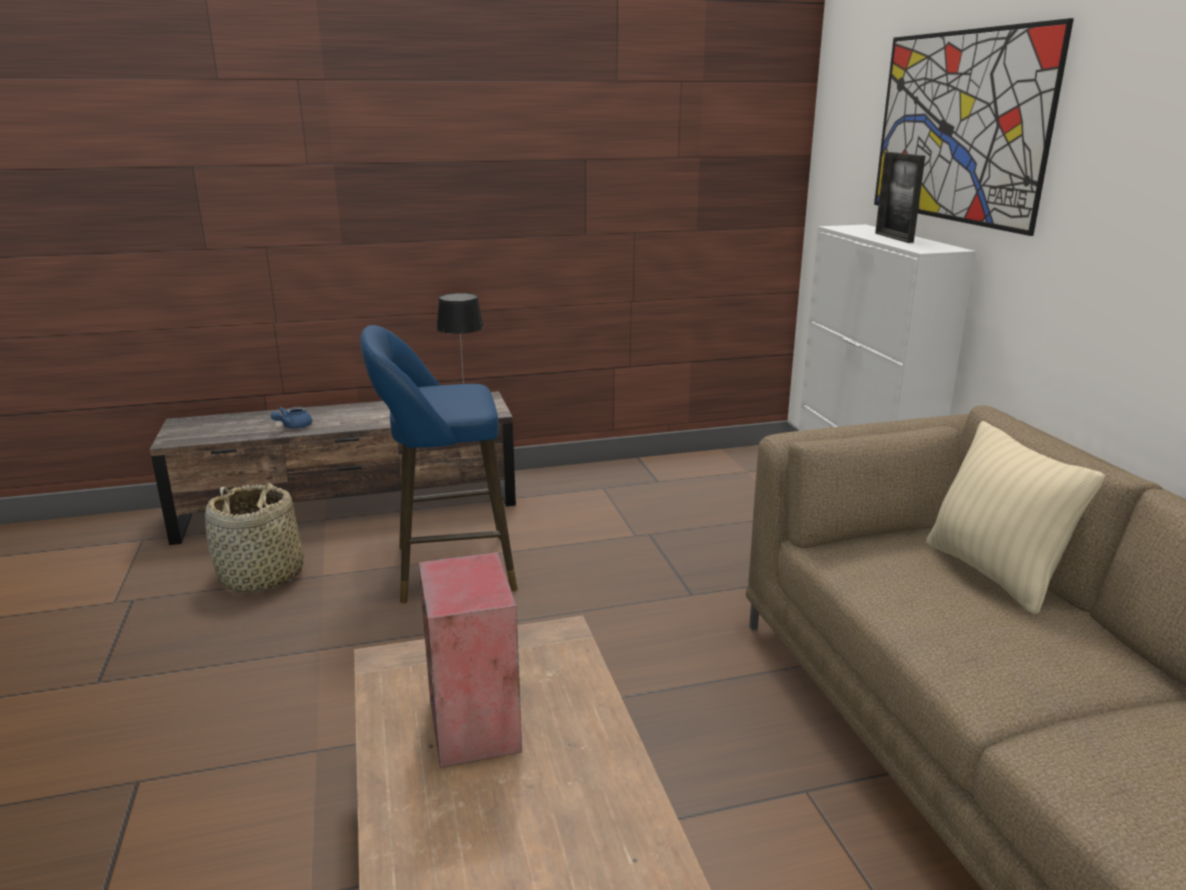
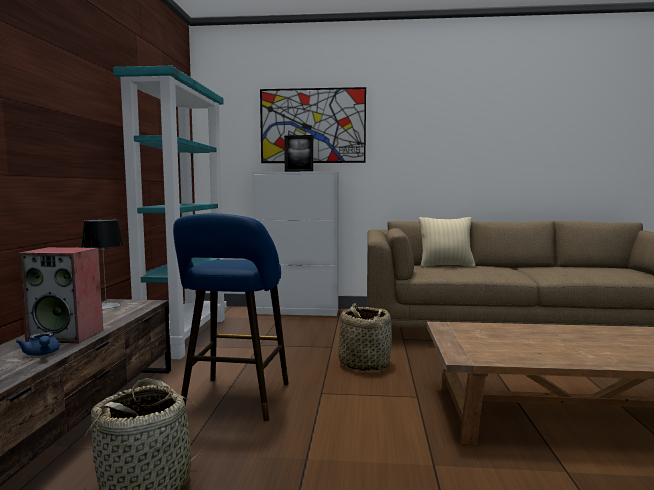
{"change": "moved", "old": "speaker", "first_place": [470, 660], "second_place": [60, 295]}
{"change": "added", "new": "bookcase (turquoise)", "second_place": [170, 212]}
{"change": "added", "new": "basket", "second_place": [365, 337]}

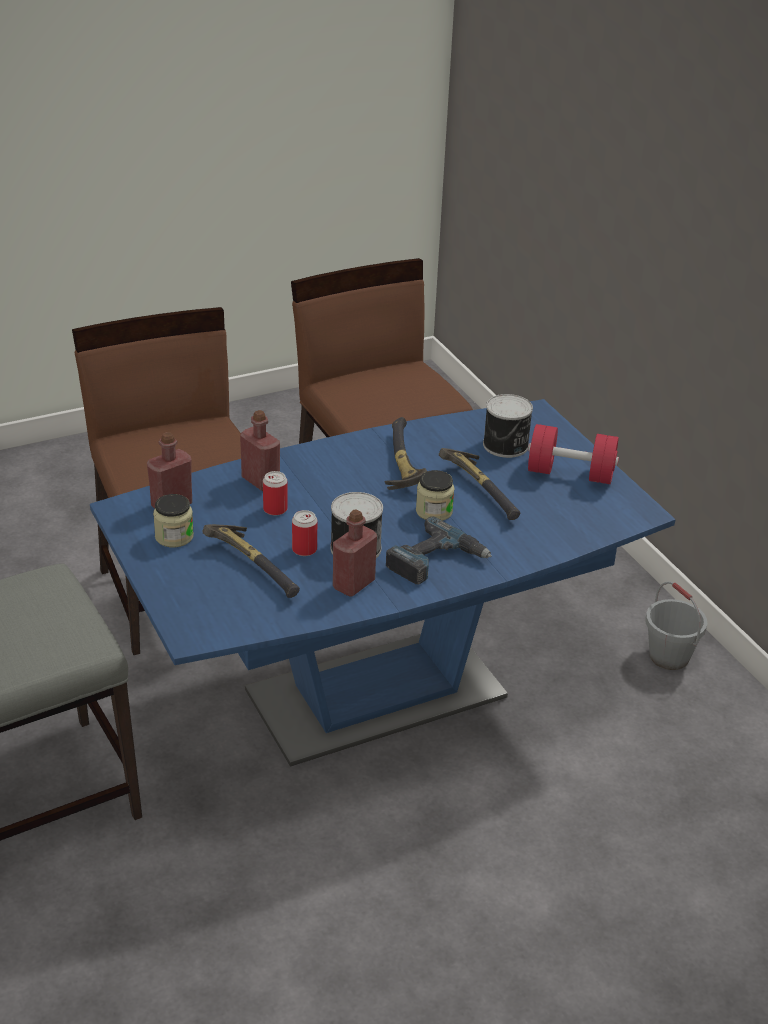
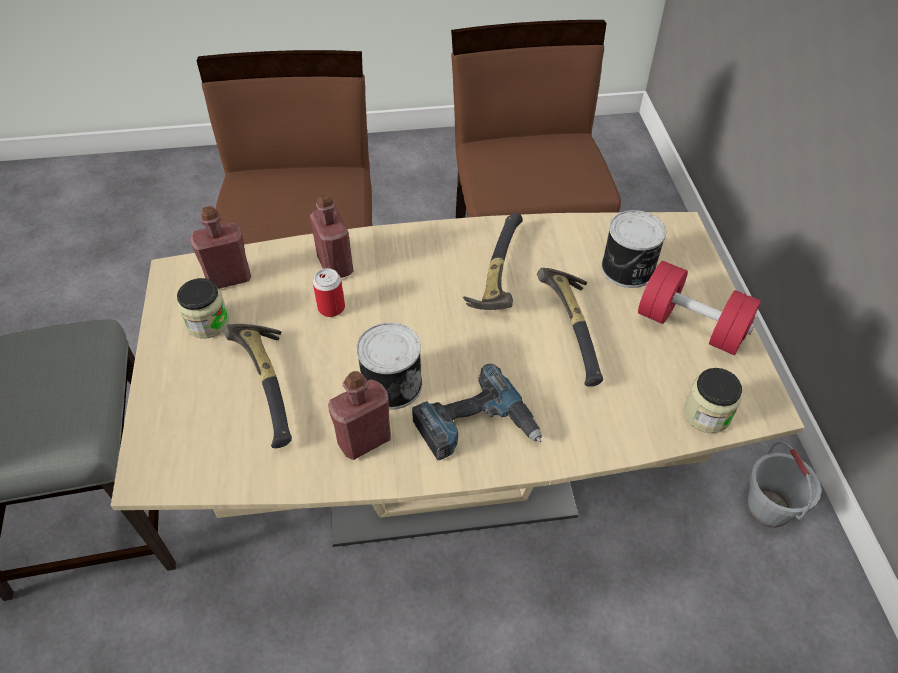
{"change": "recoloured", "old": "dining table (blue)", "new": "dining table (beige)", "first_place": [383, 583], "second_place": [458, 379]}
{"change": "moved", "old": "jar", "first_place": [435, 495], "second_place": [713, 400]}
{"change": "removed", "old": "can", "first_place": [304, 533]}

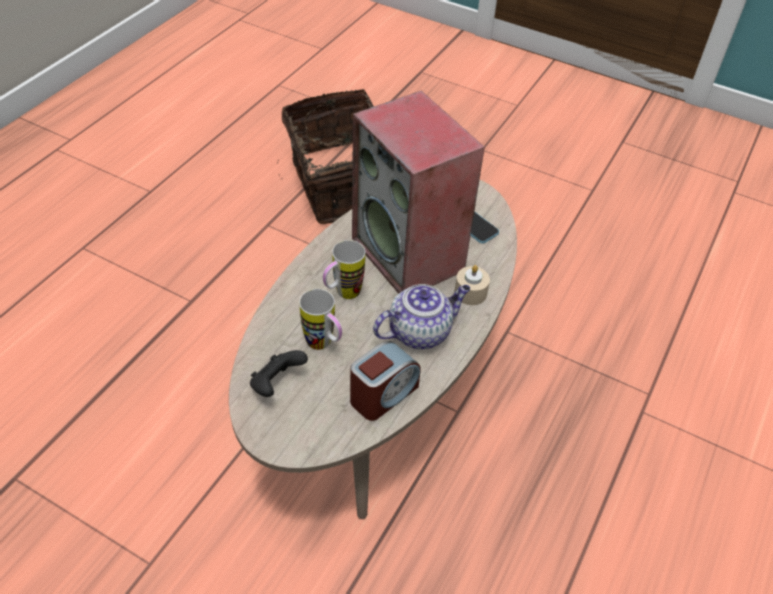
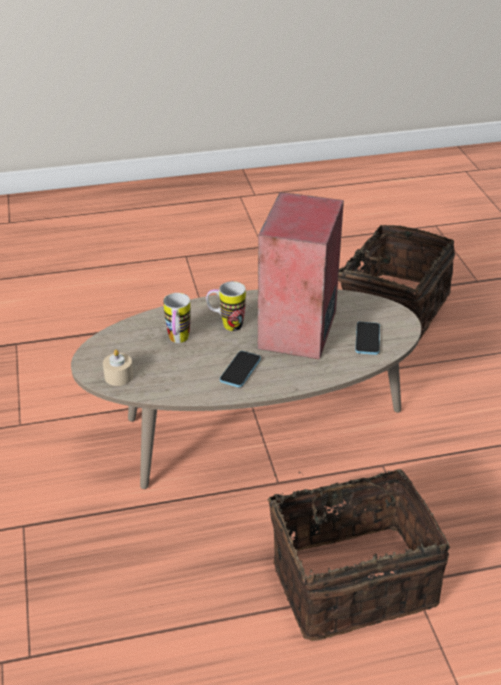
{"change": "moved", "old": "candle (beige)", "first_place": [472, 285], "second_place": [118, 367]}
{"change": "replaced", "old": "teapot", "new": "phone", "first_place": [421, 316], "second_place": [240, 369]}
{"change": "removed", "old": "alarm clock", "first_place": [385, 381]}
{"change": "removed", "old": "game controller (black)", "first_place": [279, 373]}
{"change": "added", "new": "basket", "second_place": [359, 555]}

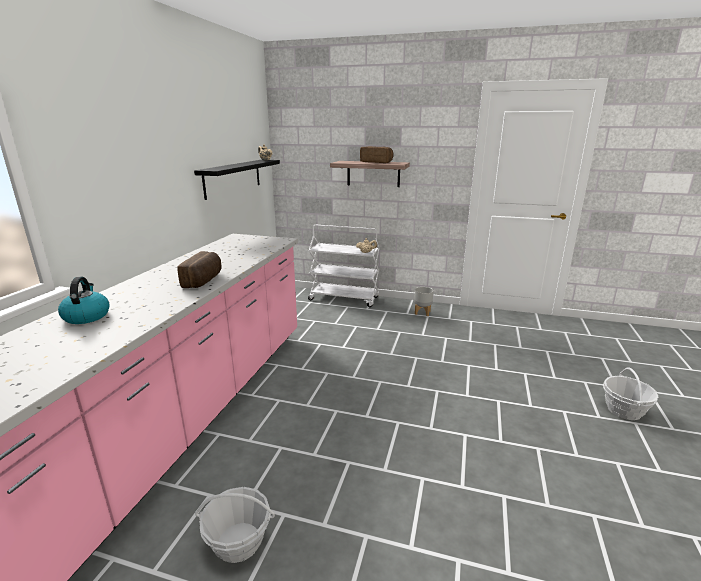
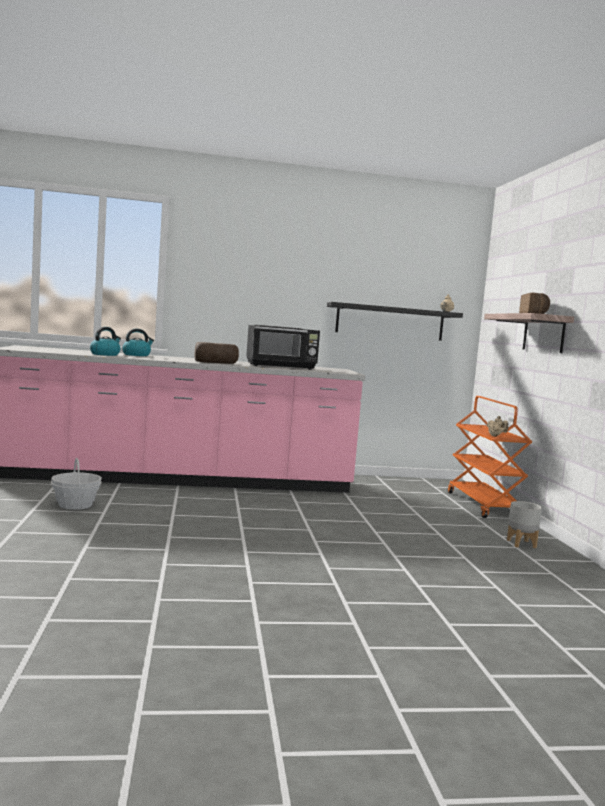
{"change": "recoloured", "old": "cart (white)", "new": "cart (orange)", "first_place": [344, 266], "second_place": [490, 457]}
{"change": "removed", "old": "basket", "first_place": [630, 394]}
{"change": "added", "new": "microwave (black)", "second_place": [283, 347]}
{"change": "added", "new": "kettle", "second_place": [105, 341]}

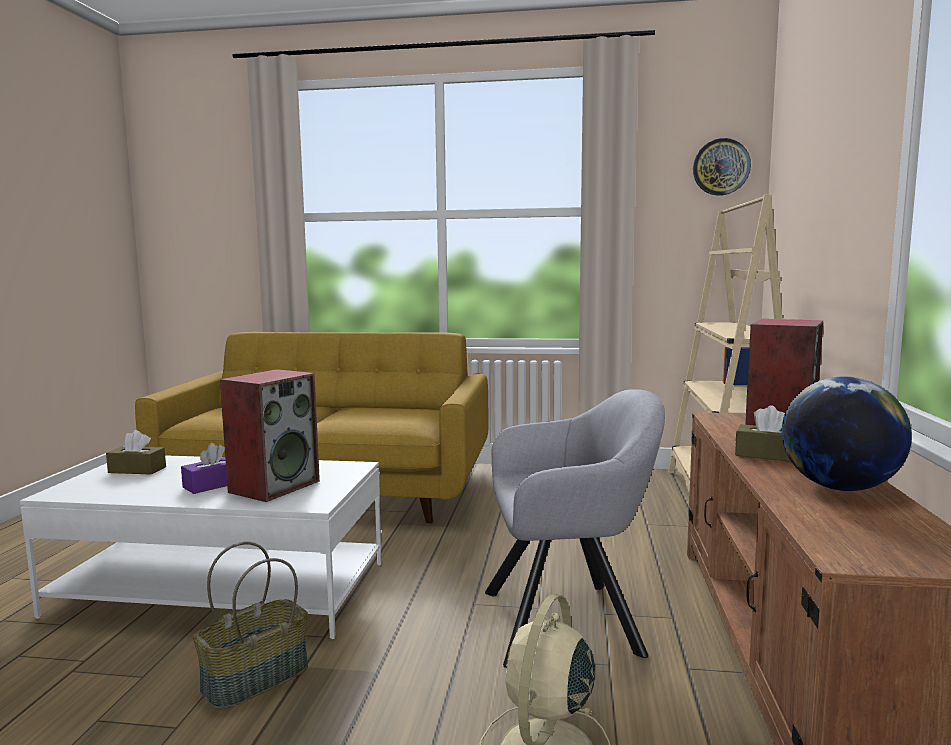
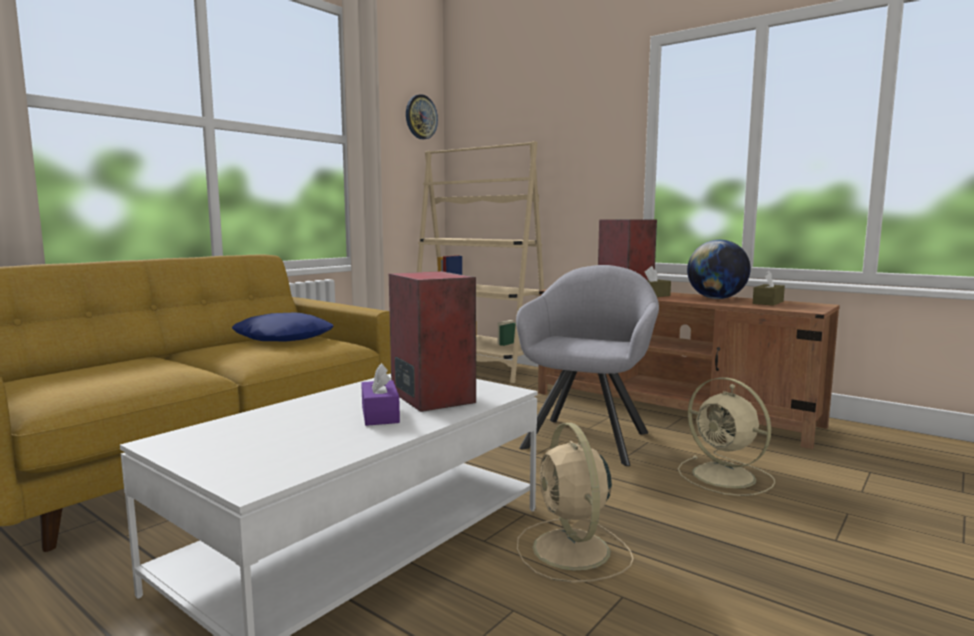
{"change": "moved", "old": "tissue box (brown)", "first_place": [136, 452], "second_place": [769, 288]}
{"change": "replaced", "old": "basket", "new": "fan (beige)", "first_place": [250, 625], "second_place": [575, 503]}
{"change": "added", "new": "pillow (blue)", "second_place": [283, 327]}

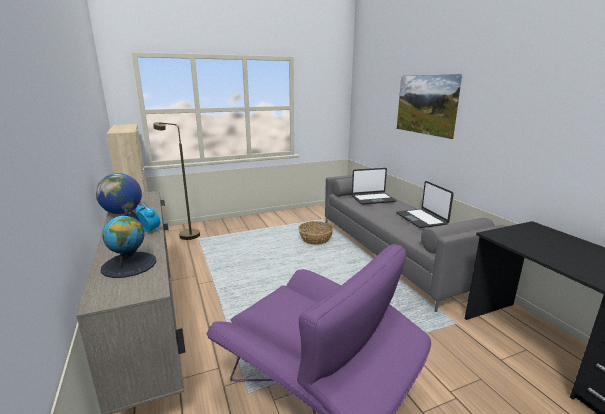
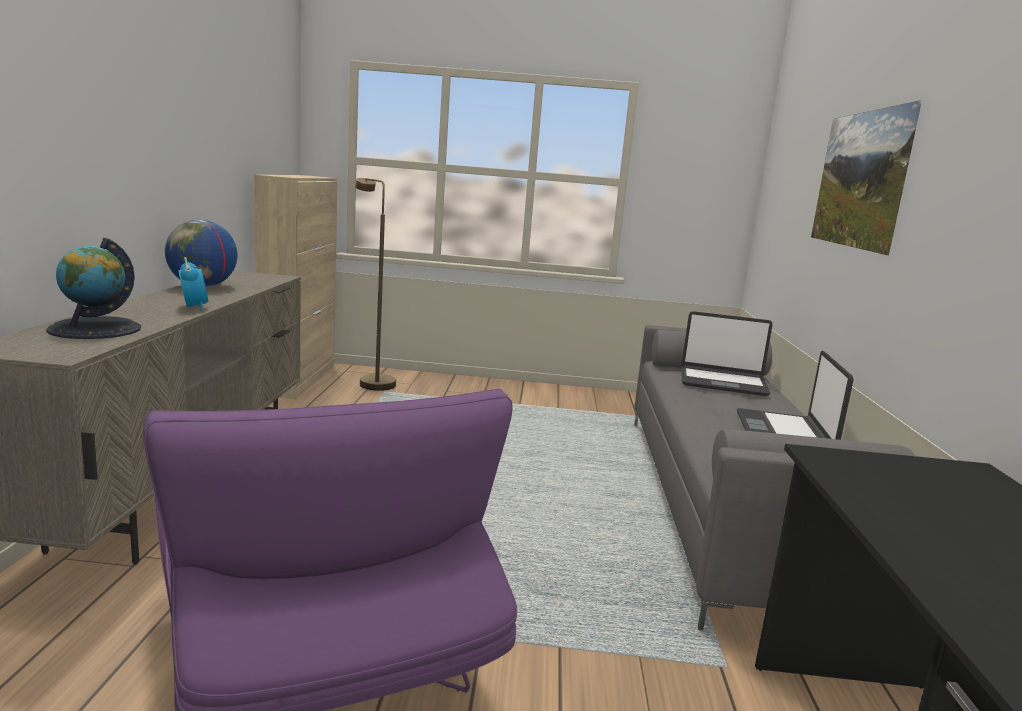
{"change": "removed", "old": "basket", "first_place": [316, 233]}

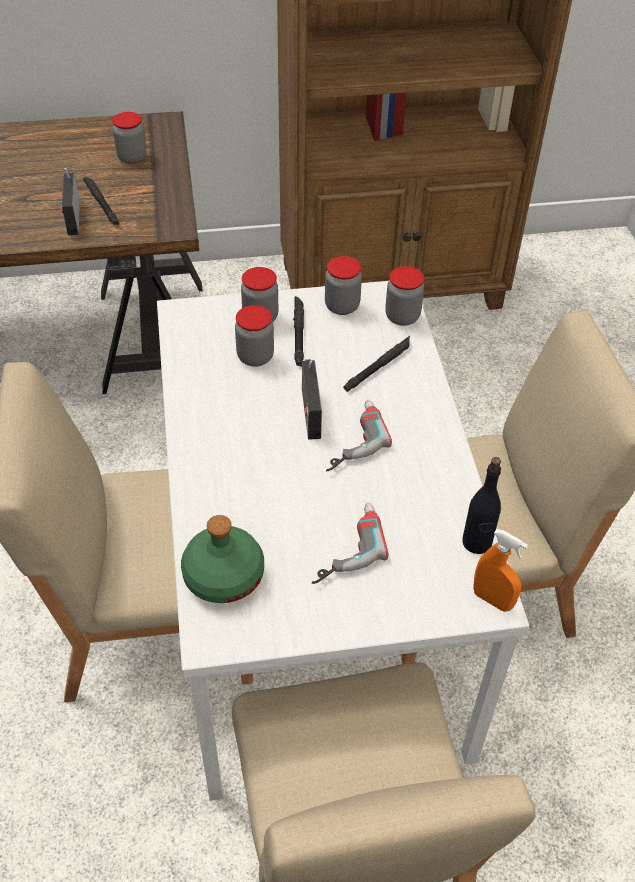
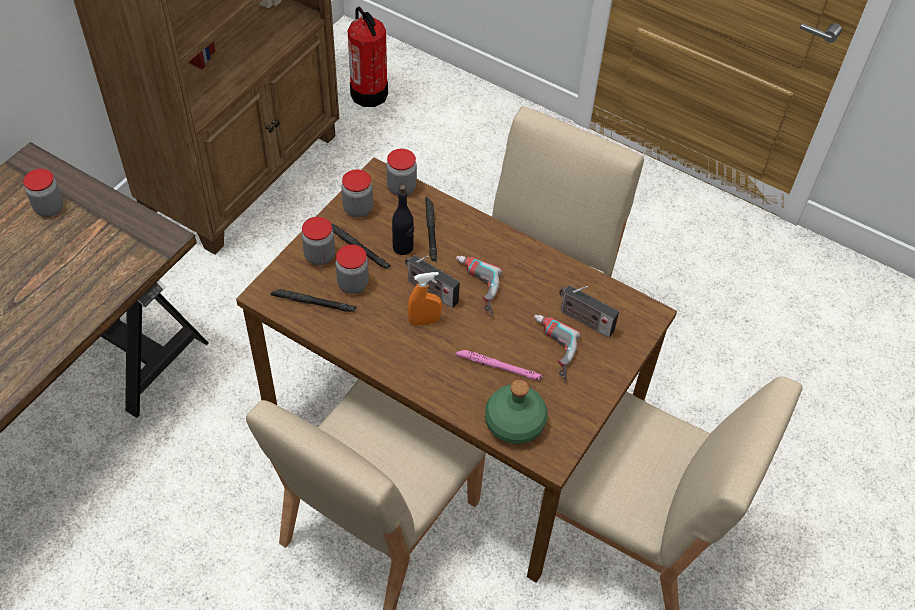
{"change": "moved", "old": "radio", "first_place": [70, 201], "second_place": [589, 311]}
{"change": "moved", "old": "flashlight (black)", "first_place": [101, 201], "second_place": [313, 300]}
{"change": "recoloured", "old": "dining table (white)", "new": "dining table (brown)", "first_place": [343, 540], "second_place": [456, 370]}
{"change": "moved", "old": "bottle (black)", "first_place": [482, 505], "second_place": [403, 220]}
{"change": "moved", "old": "spray bottle (orange)", "first_place": [500, 570], "second_place": [424, 299]}
{"change": "added", "new": "fire extinguisher", "second_place": [367, 57]}
{"change": "added", "new": "flashlight (pink)", "second_place": [499, 365]}

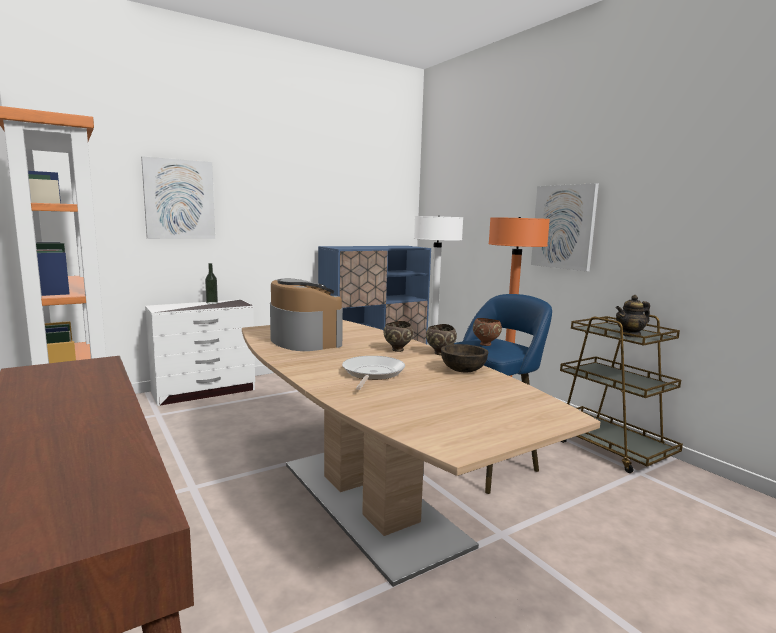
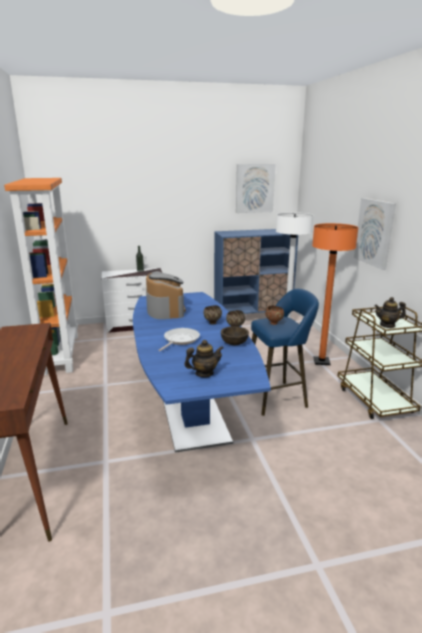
{"change": "moved", "old": "picture", "first_place": [178, 197], "second_place": [255, 188]}
{"change": "recoloured", "old": "dining table (brown)", "new": "dining table (blue)", "first_place": [421, 453], "second_place": [202, 372]}
{"change": "added", "new": "teapot", "second_place": [203, 358]}

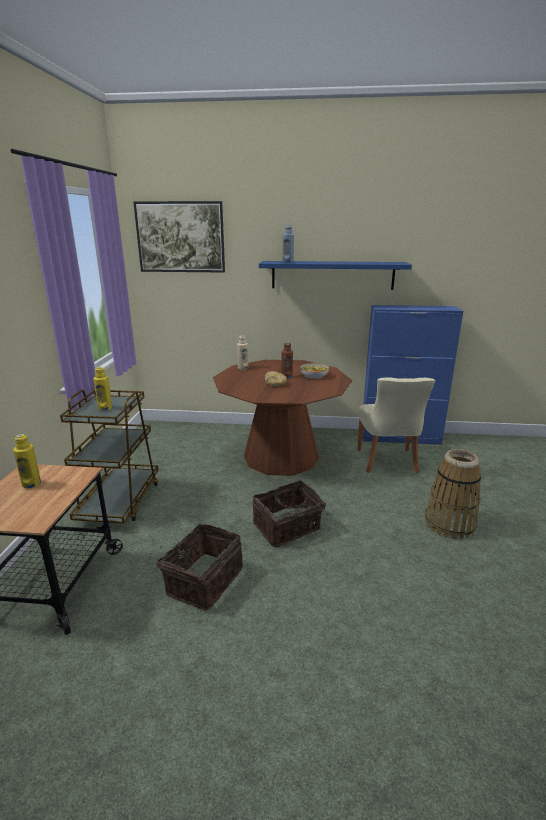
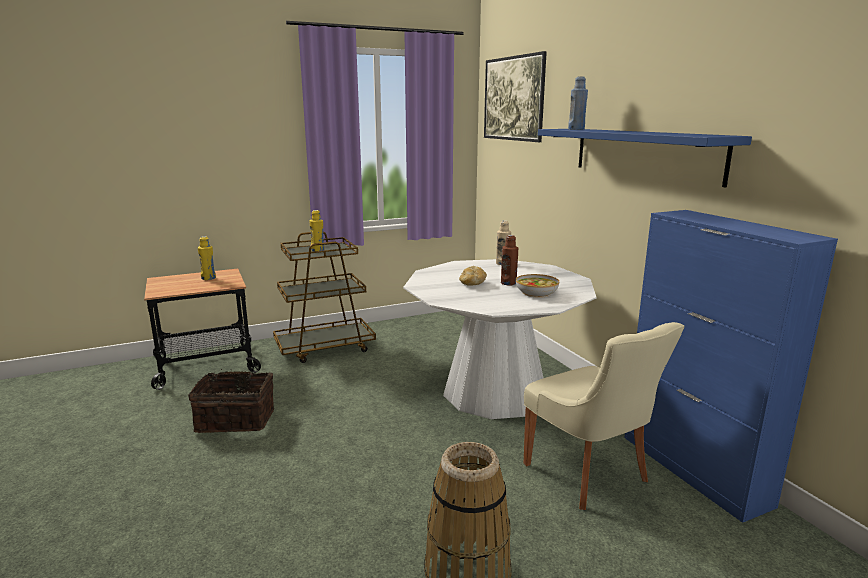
{"change": "recoloured", "old": "dining table (brown)", "new": "dining table (white)", "first_place": [282, 418], "second_place": [500, 339]}
{"change": "turned", "old": "chair (beige)", "first_place": [396, 425], "second_place": [604, 416], "degrees": -90}
{"change": "removed", "old": "basket", "first_place": [290, 513]}

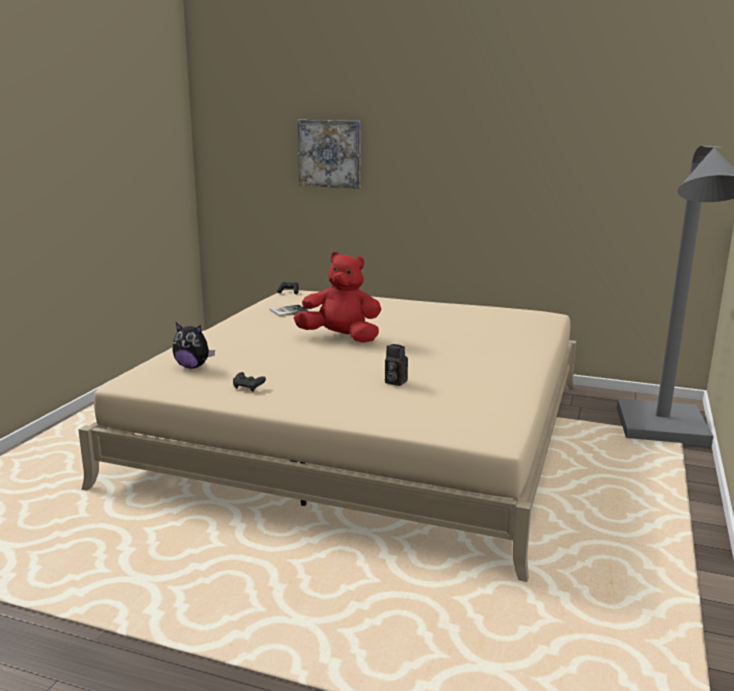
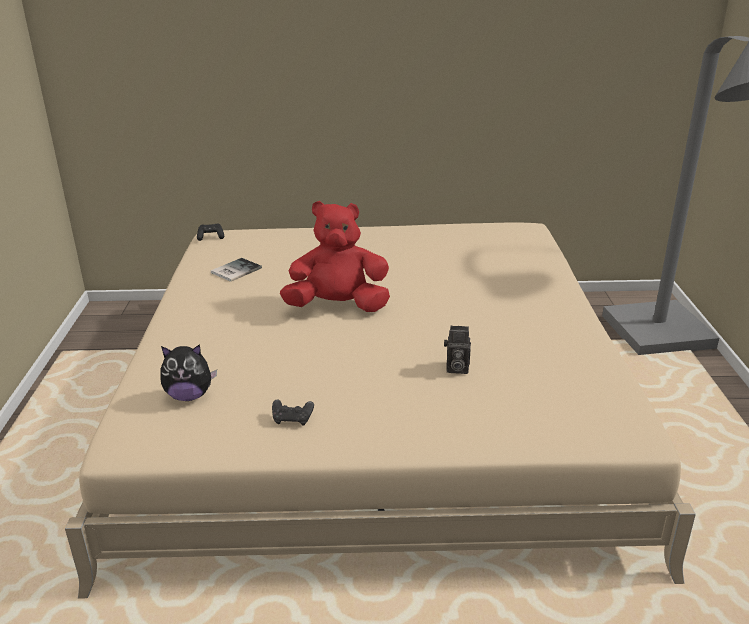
{"change": "removed", "old": "picture", "first_place": [329, 154]}

